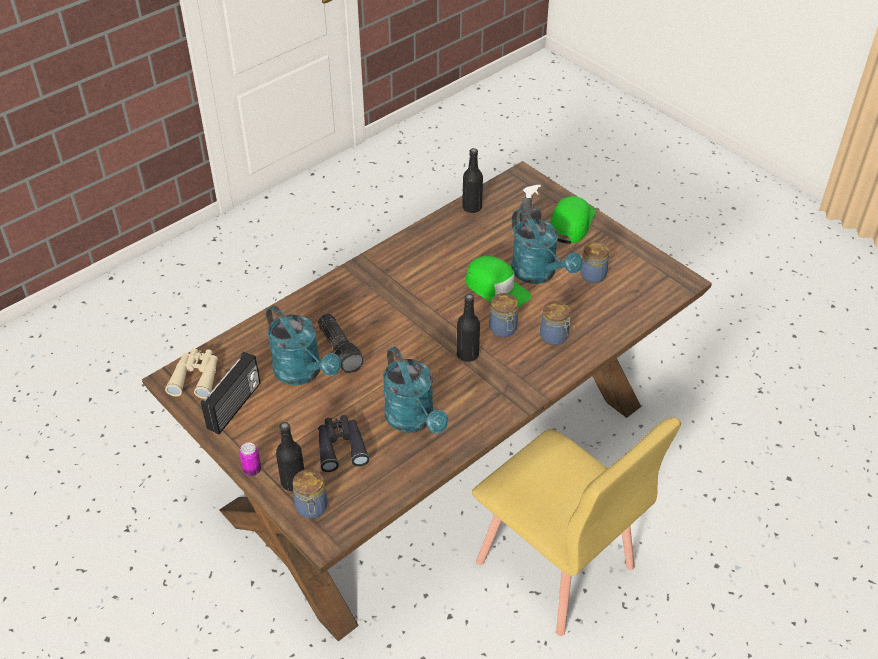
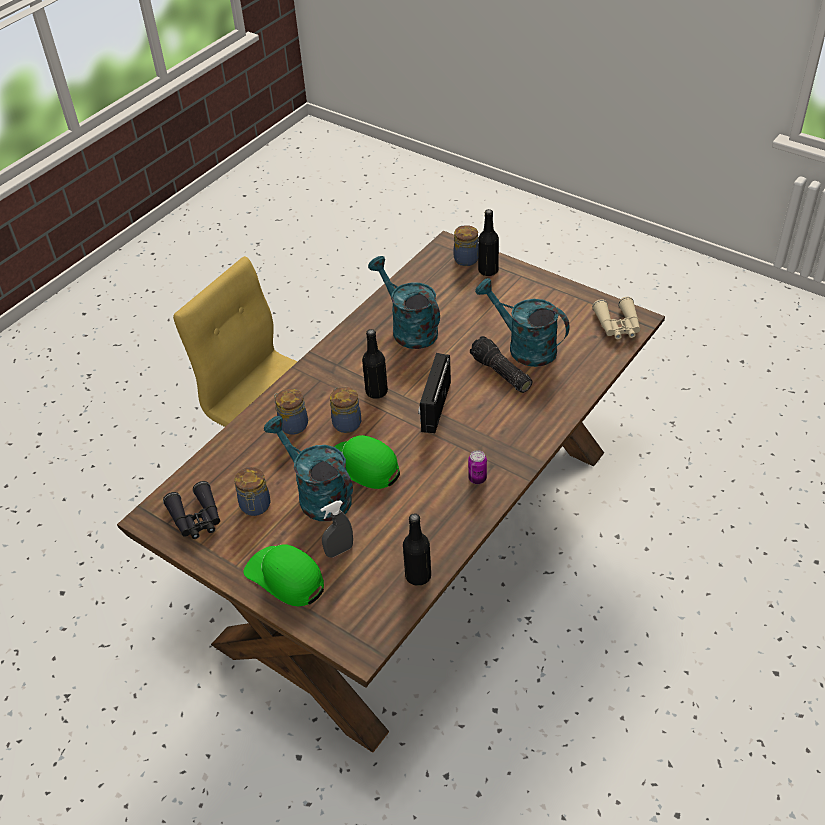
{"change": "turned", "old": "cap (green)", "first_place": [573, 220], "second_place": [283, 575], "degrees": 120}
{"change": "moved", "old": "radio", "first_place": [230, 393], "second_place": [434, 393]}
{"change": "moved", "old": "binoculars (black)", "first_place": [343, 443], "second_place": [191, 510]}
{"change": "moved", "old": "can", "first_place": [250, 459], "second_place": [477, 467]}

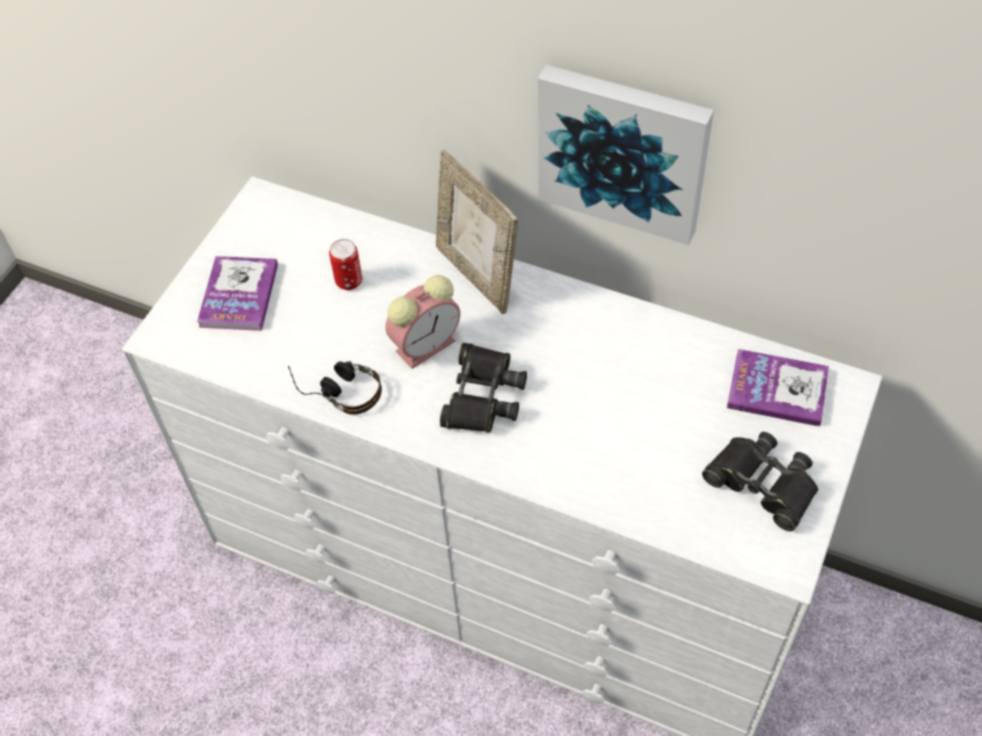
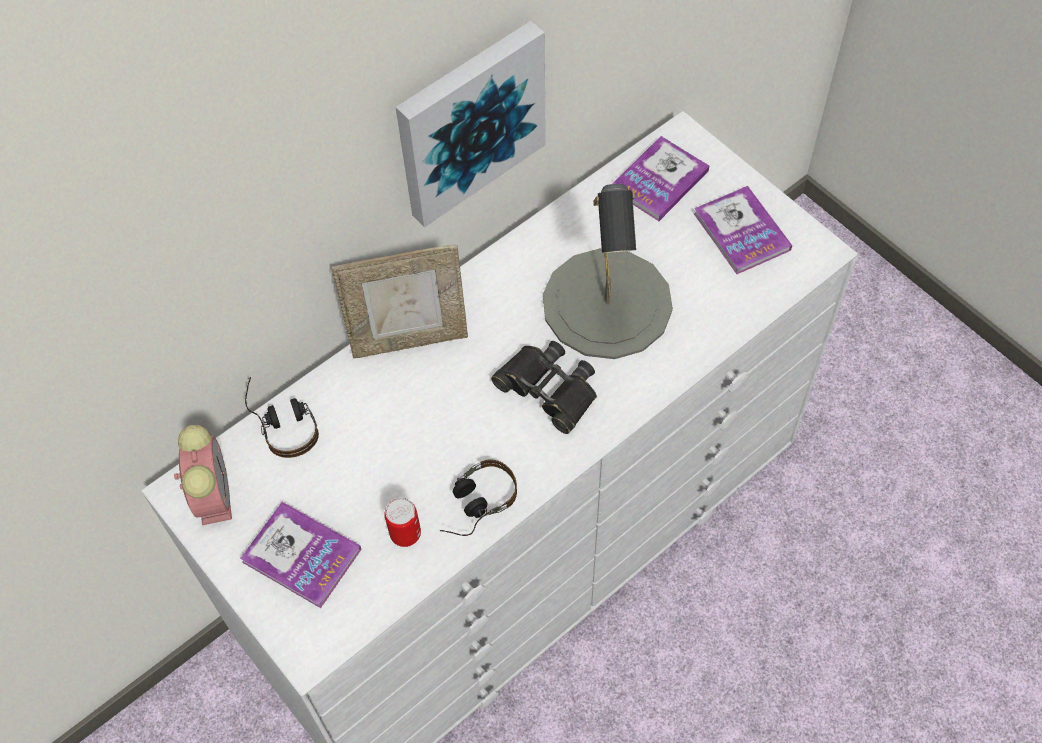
{"change": "moved", "old": "can", "first_place": [345, 264], "second_place": [402, 522]}
{"change": "moved", "old": "alarm clock", "first_place": [422, 322], "second_place": [203, 475]}
{"change": "replaced", "old": "binoculars (black)", "new": "book", "first_place": [760, 481], "second_place": [743, 230]}
{"change": "added", "new": "table lamp (grey)", "second_place": [608, 271]}
{"change": "added", "new": "headphones", "second_place": [282, 417]}

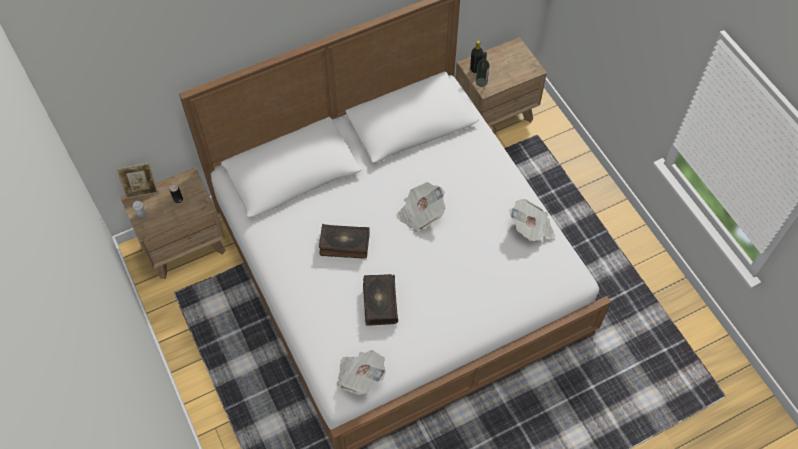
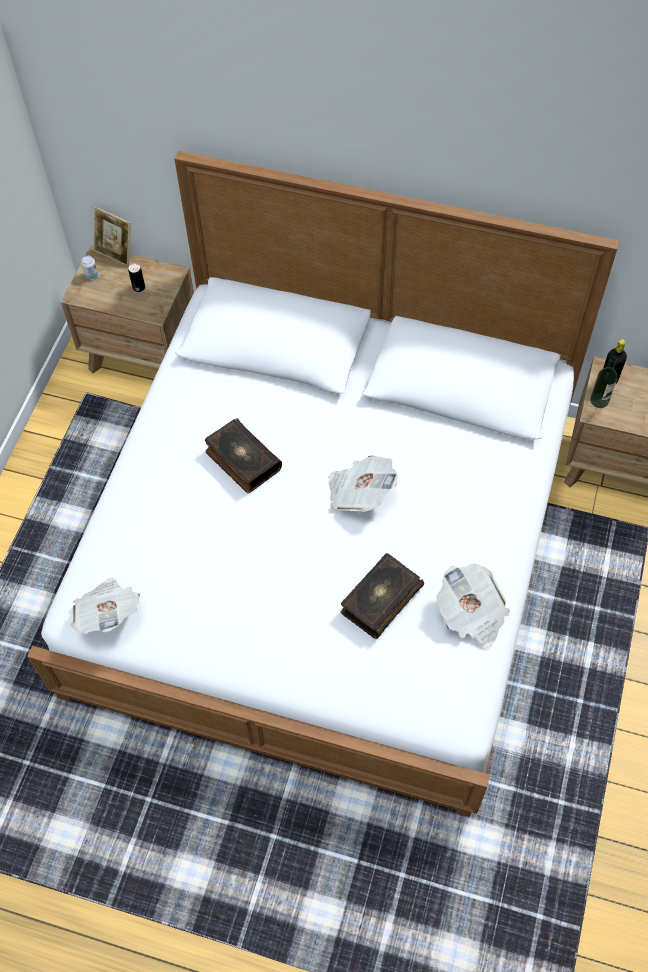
{"change": "moved", "old": "book", "first_place": [380, 300], "second_place": [382, 596]}

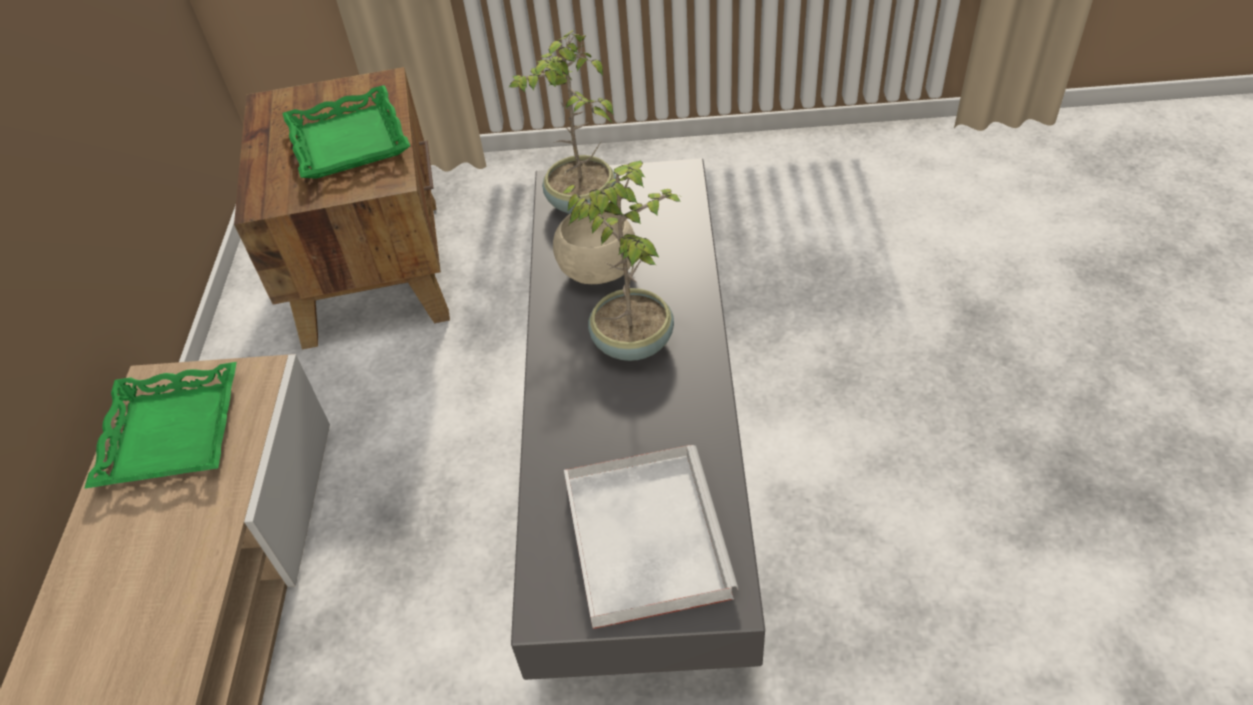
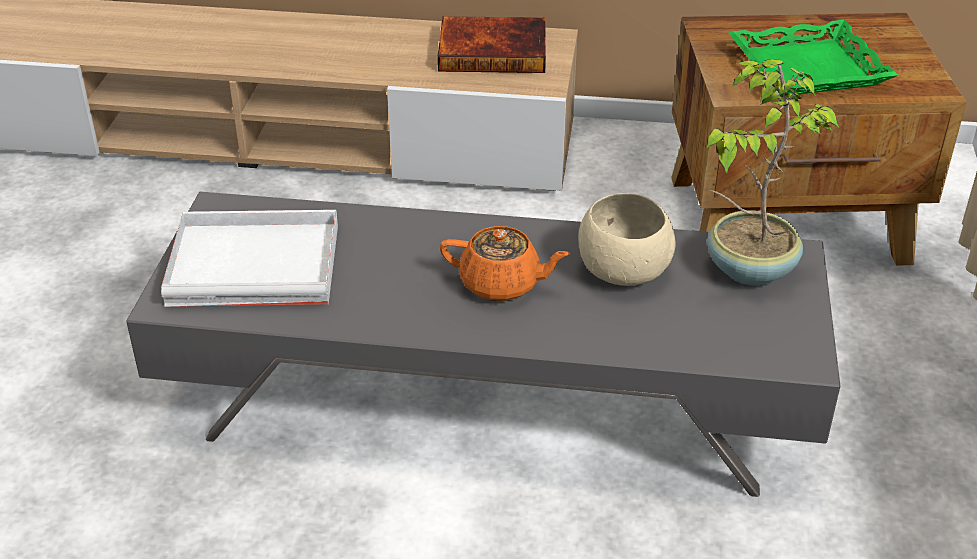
{"change": "replaced", "old": "potted plant", "new": "teapot (orange)", "first_place": [622, 260], "second_place": [505, 263]}
{"change": "replaced", "old": "tray (green)", "new": "book", "first_place": [160, 425], "second_place": [492, 44]}

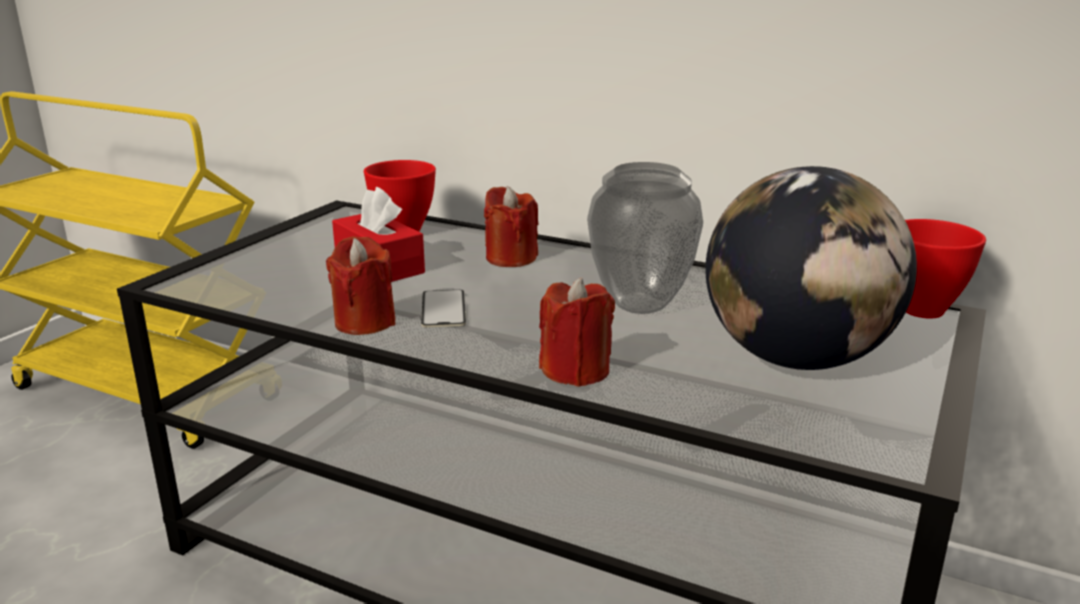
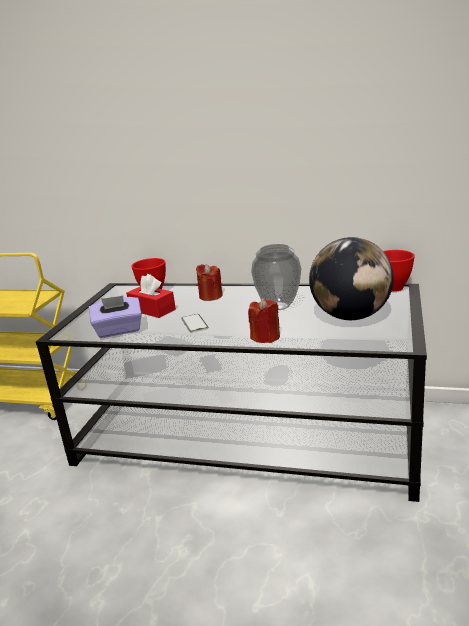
{"change": "removed", "old": "candle (red)", "first_place": [360, 285]}
{"change": "added", "new": "tissue box (purple)", "second_place": [115, 316]}

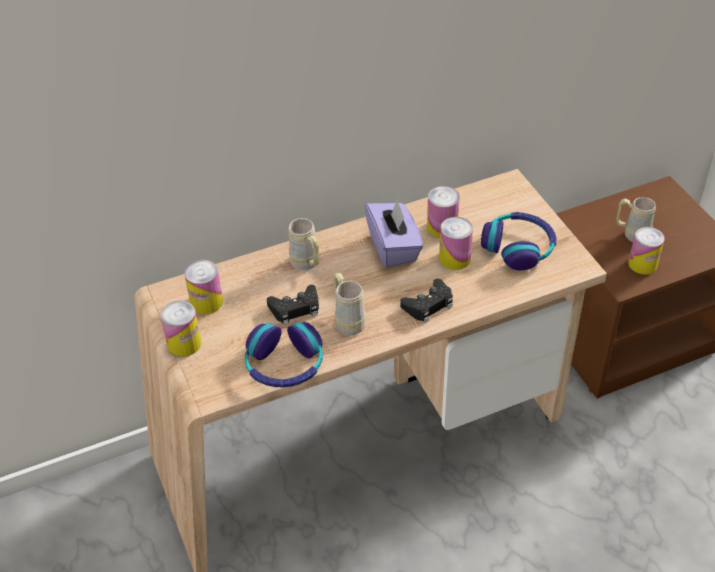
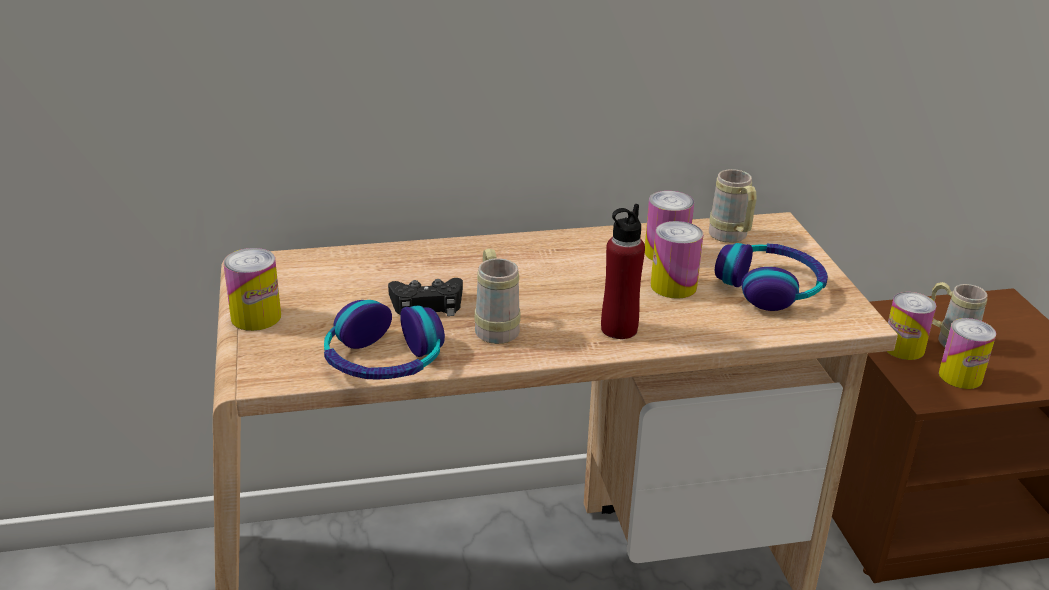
{"change": "removed", "old": "tissue box (purple)", "first_place": [394, 233]}
{"change": "moved", "old": "mug (beige)", "first_place": [303, 244], "second_place": [733, 206]}
{"change": "moved", "old": "can", "first_place": [203, 287], "second_place": [911, 326]}
{"change": "replaced", "old": "game controller (black)", "new": "bottle (red)", "first_place": [426, 301], "second_place": [623, 271]}

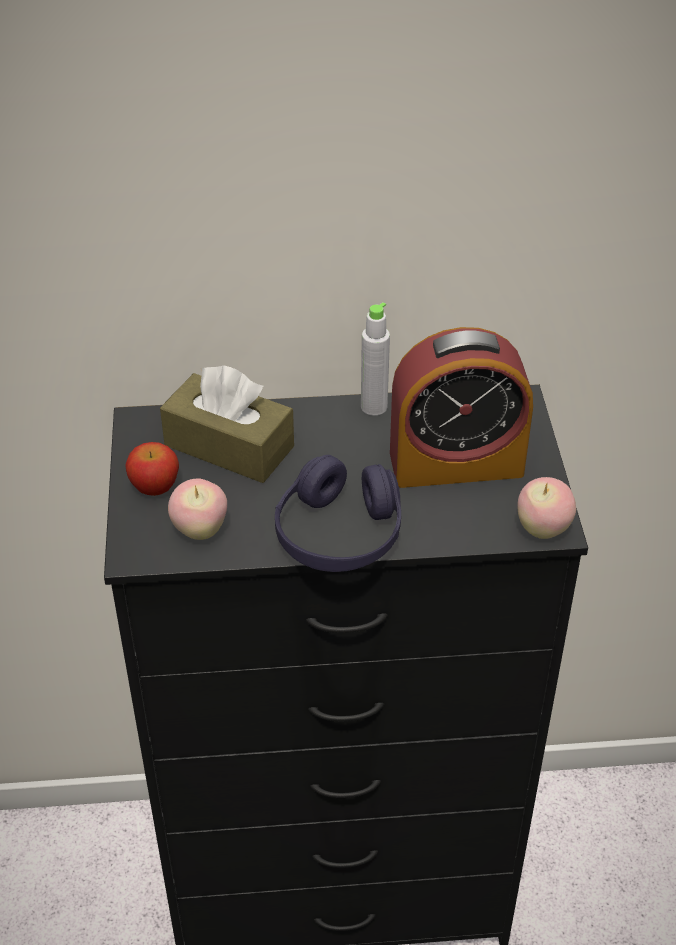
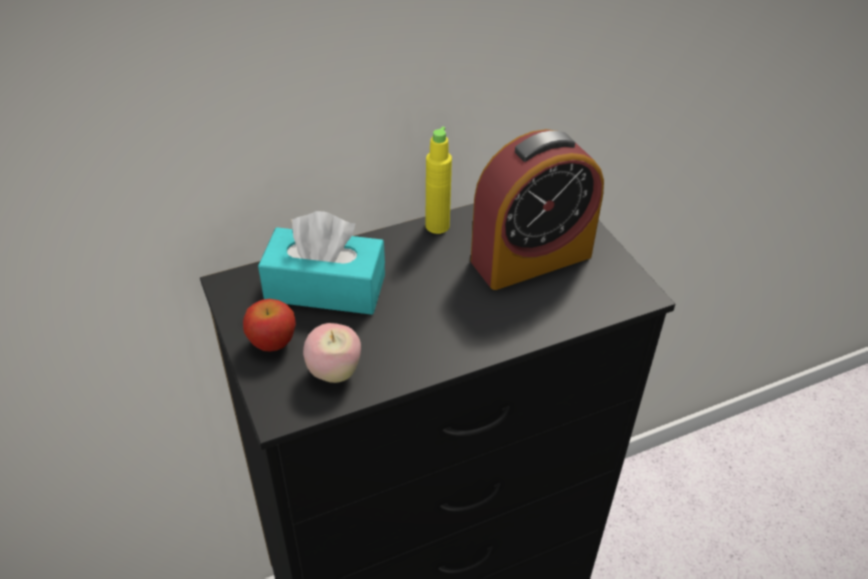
{"change": "recoloured", "old": "bottle (grey)", "new": "bottle (yellow)", "first_place": [375, 359], "second_place": [438, 180]}
{"change": "recoloured", "old": "tissue box (brown)", "new": "tissue box (turquoise)", "first_place": [227, 424], "second_place": [321, 263]}
{"change": "removed", "old": "headphones (purple)", "first_place": [338, 513]}
{"change": "removed", "old": "apple", "first_place": [546, 508]}

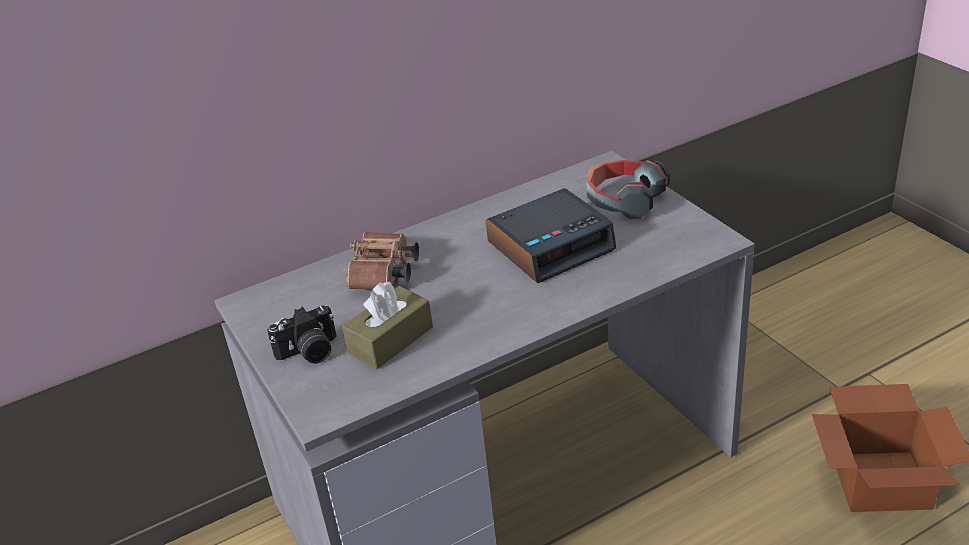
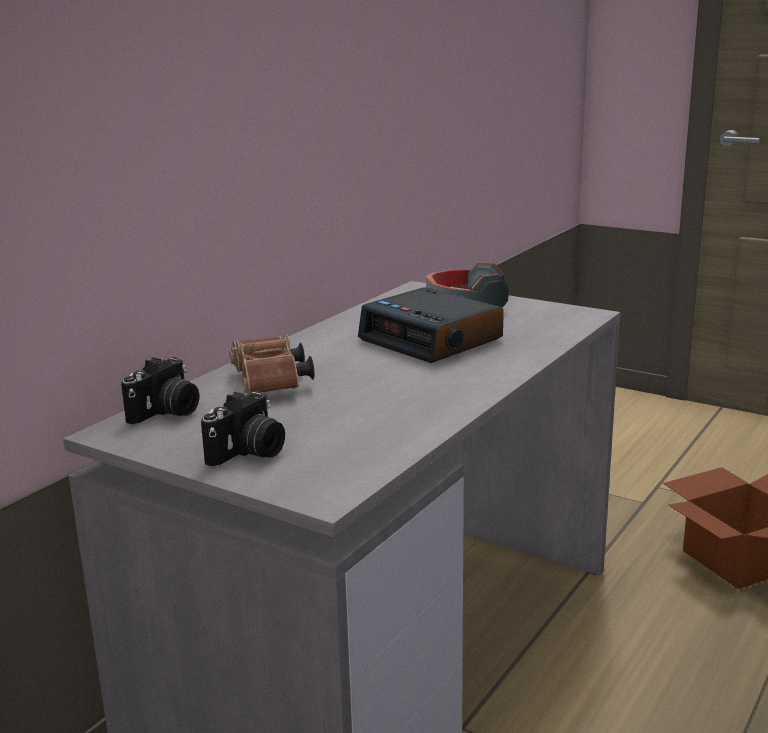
{"change": "turned", "old": "alarm clock", "first_place": [551, 235], "second_place": [431, 325], "degrees": 105}
{"change": "removed", "old": "tissue box (brown)", "first_place": [387, 325]}
{"change": "added", "new": "photo camera", "second_place": [160, 390]}

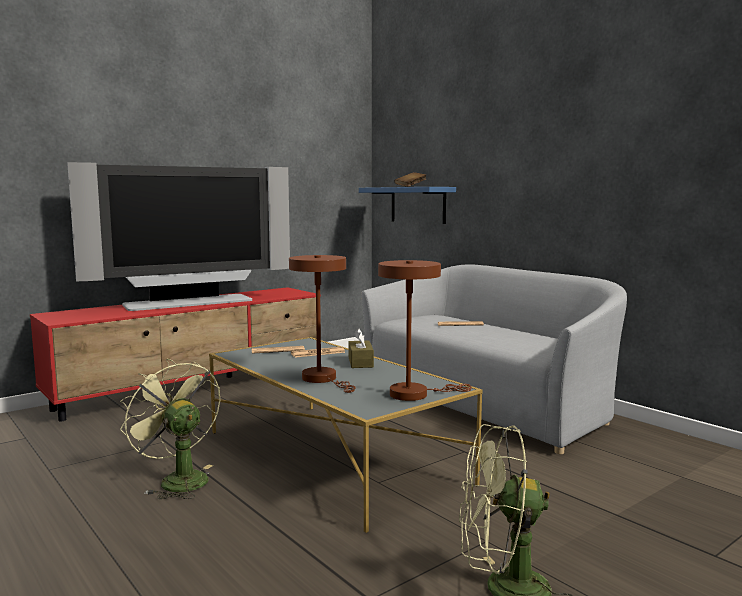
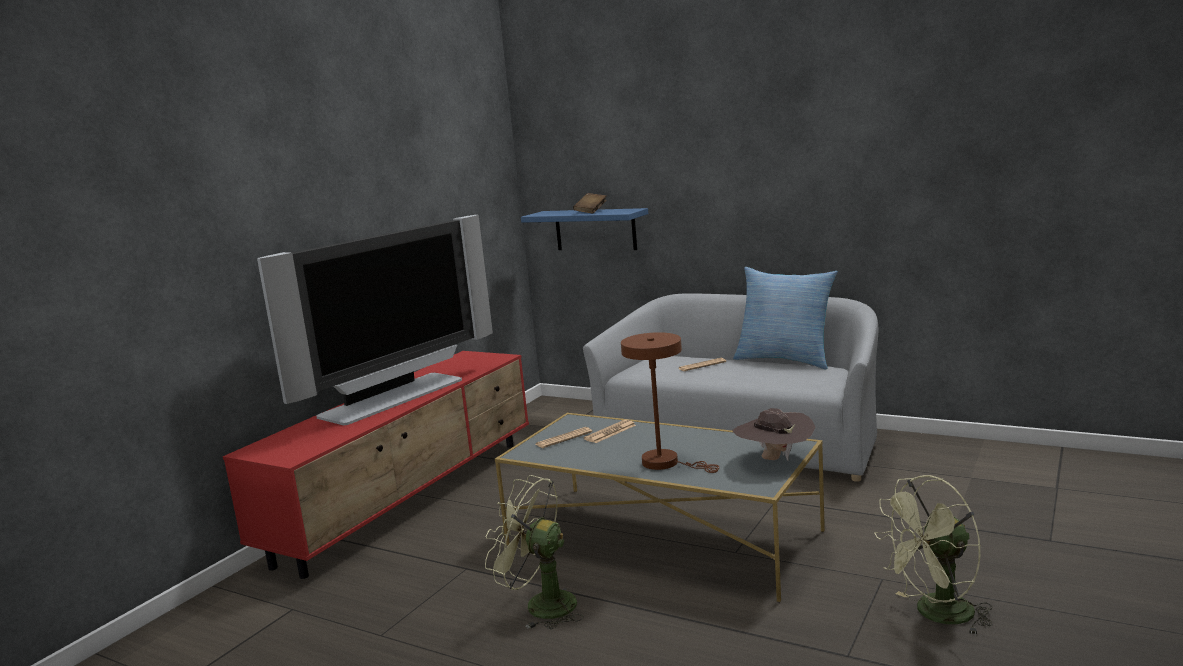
{"change": "replaced", "old": "table lamp (brown)", "new": "hat (brown)", "first_place": [425, 330], "second_place": [774, 434]}
{"change": "removed", "old": "tissue box (brown)", "first_place": [361, 348]}
{"change": "added", "new": "pillow", "second_place": [785, 318]}

